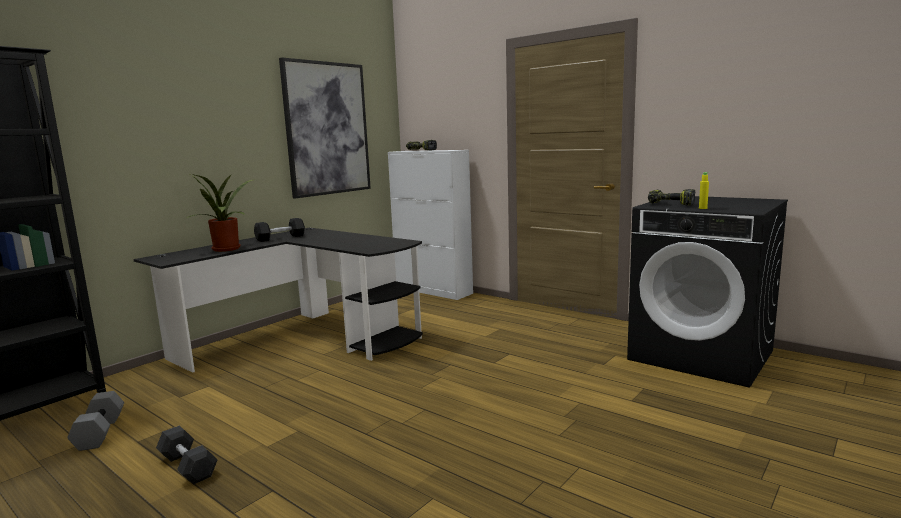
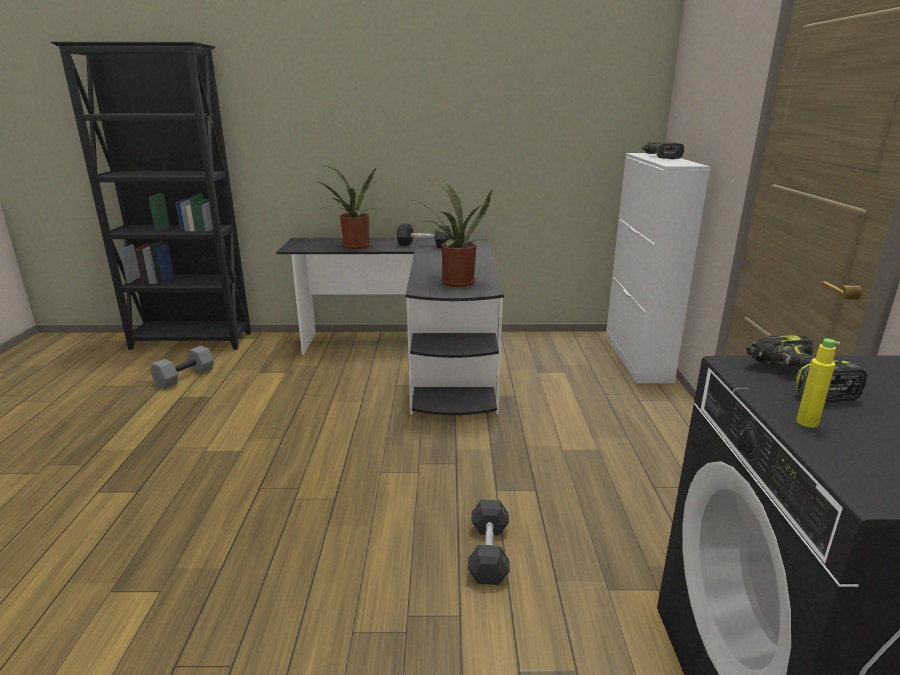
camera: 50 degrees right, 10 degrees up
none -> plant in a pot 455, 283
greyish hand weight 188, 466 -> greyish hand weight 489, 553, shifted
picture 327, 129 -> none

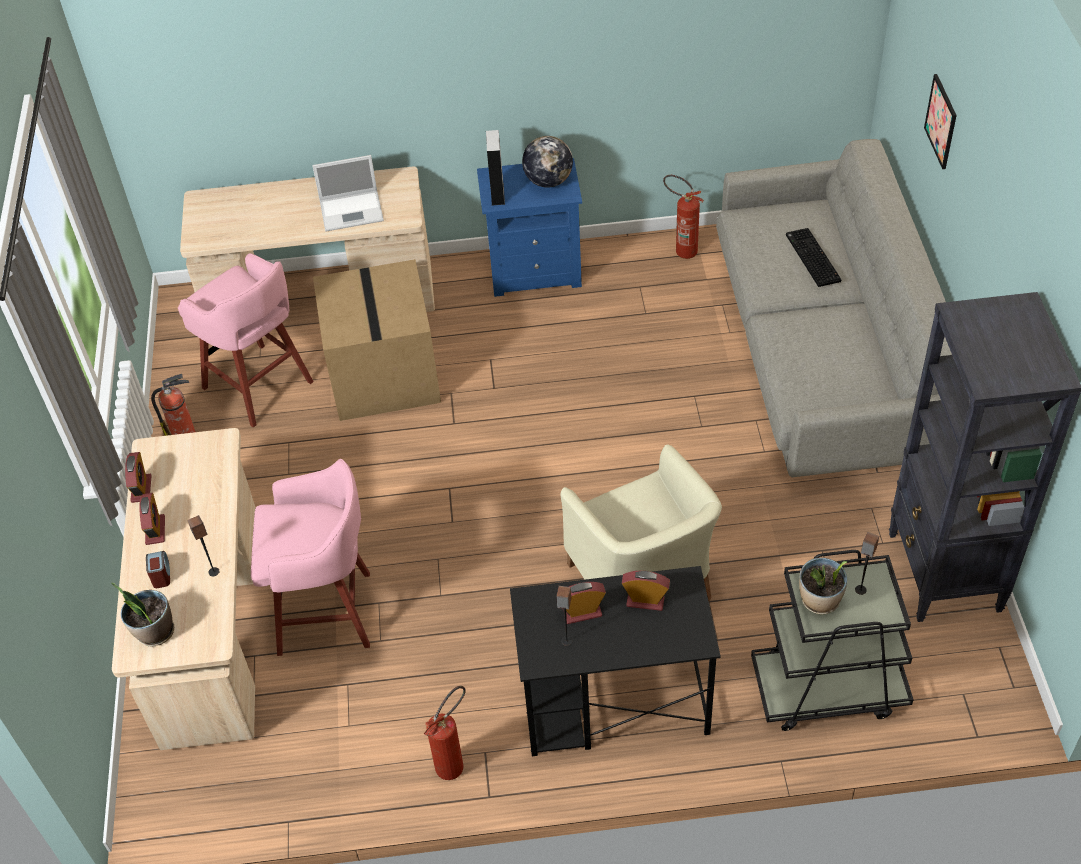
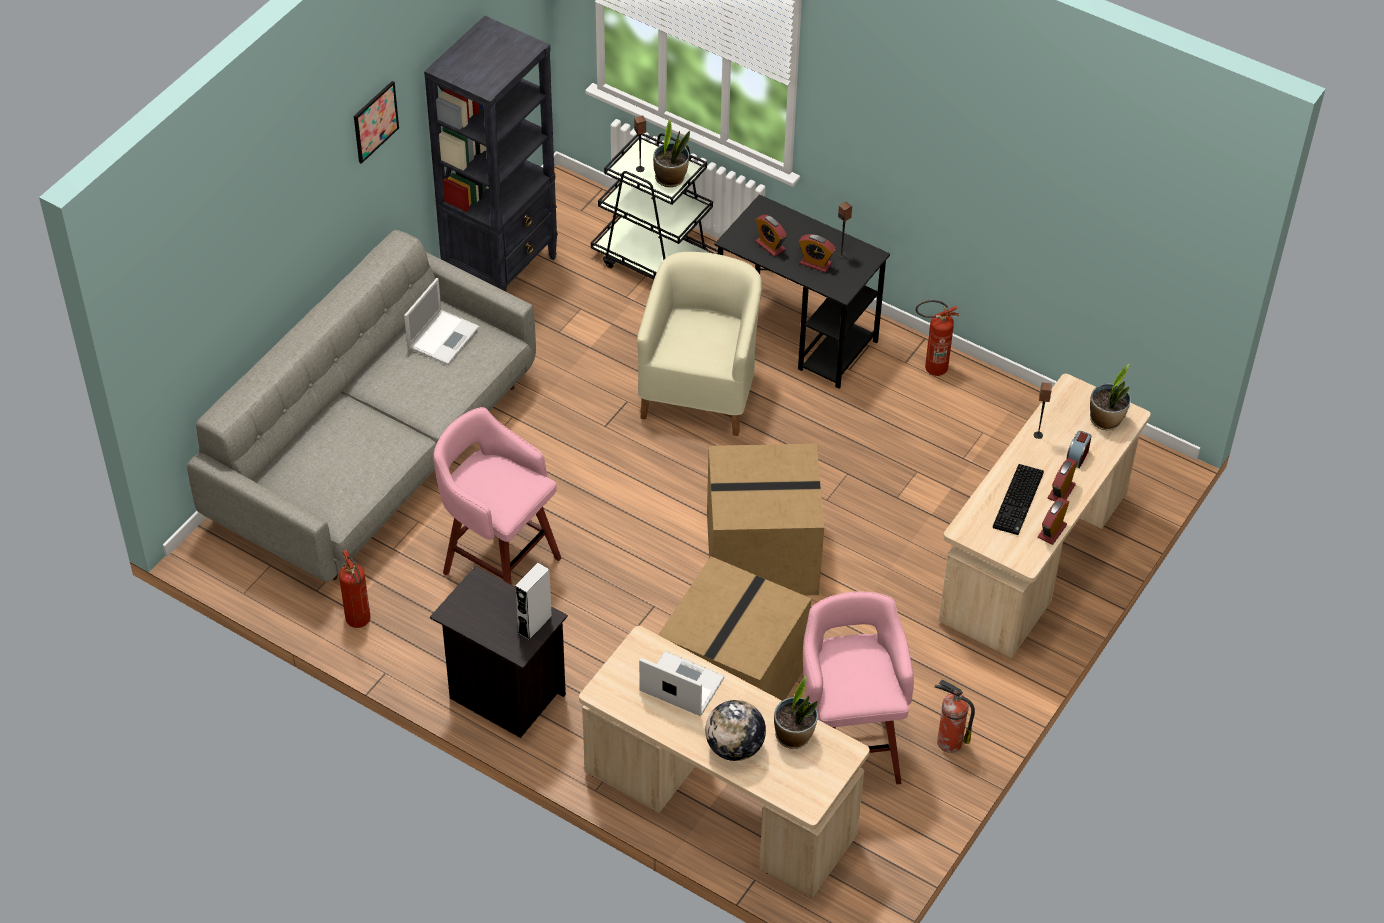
camera: 145 degrees left, 0 degrees up
picture 941, 121 -> picture 375, 121, shifted
none -> notebook computer 444, 336
bluish nightstand 535, 271 -> black-coloured nightstand 503, 695
pinkish stool seat 329, 613 -> pinkish stool seat 499, 563, shifted
globe 548, 181 -> globe 734, 747, shifted
none -> packing box 760, 555
none -> plant in a pot 794, 736
computer keyboard 811, 258 -> computer keyboard 1019, 501, shifted

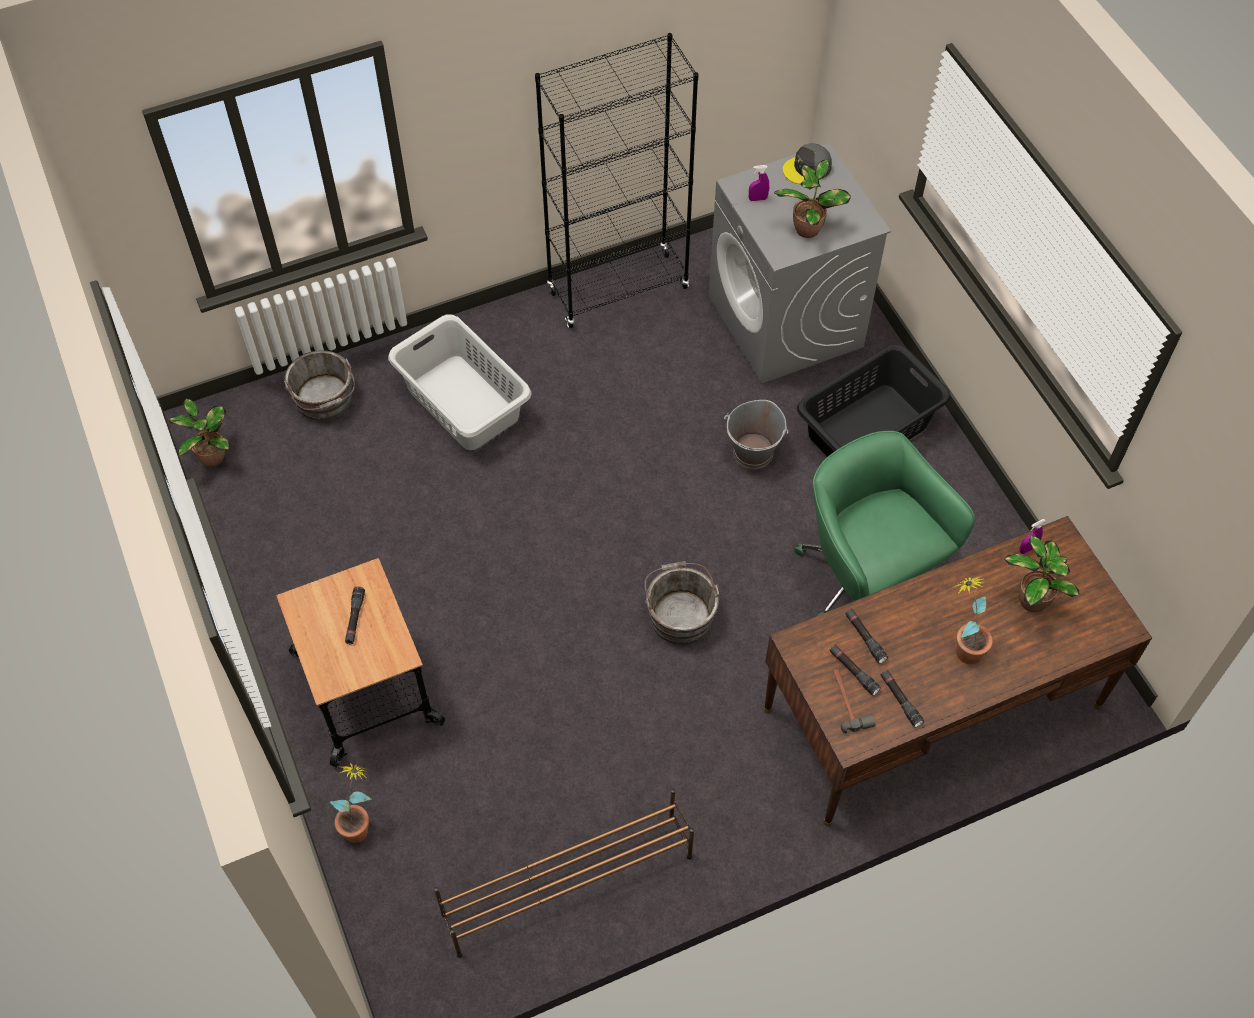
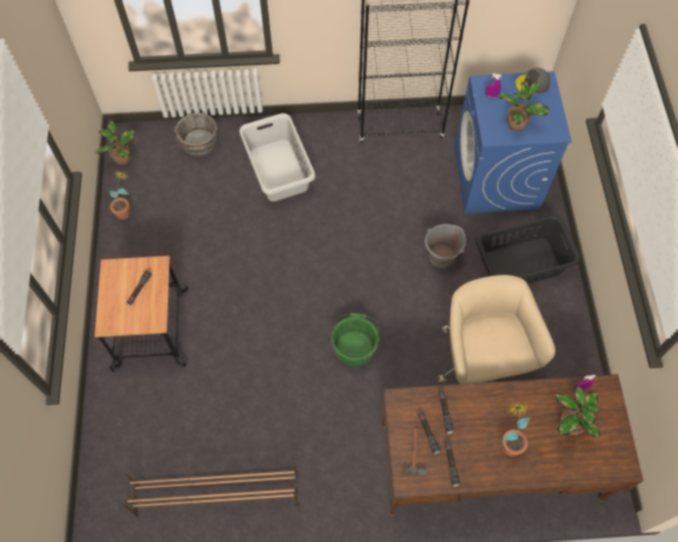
camera: 20 degrees right, 5 degrees up
plant in a pot 360, 824 -> plant in a pot 126, 211, shifted
greyish bucket 680, 614 -> green bucket 354, 345
green computer chair 866, 580 -> beige-coloured computer chair 480, 362
greyish washing machine 786, 322 -> bluish washing machine 496, 178

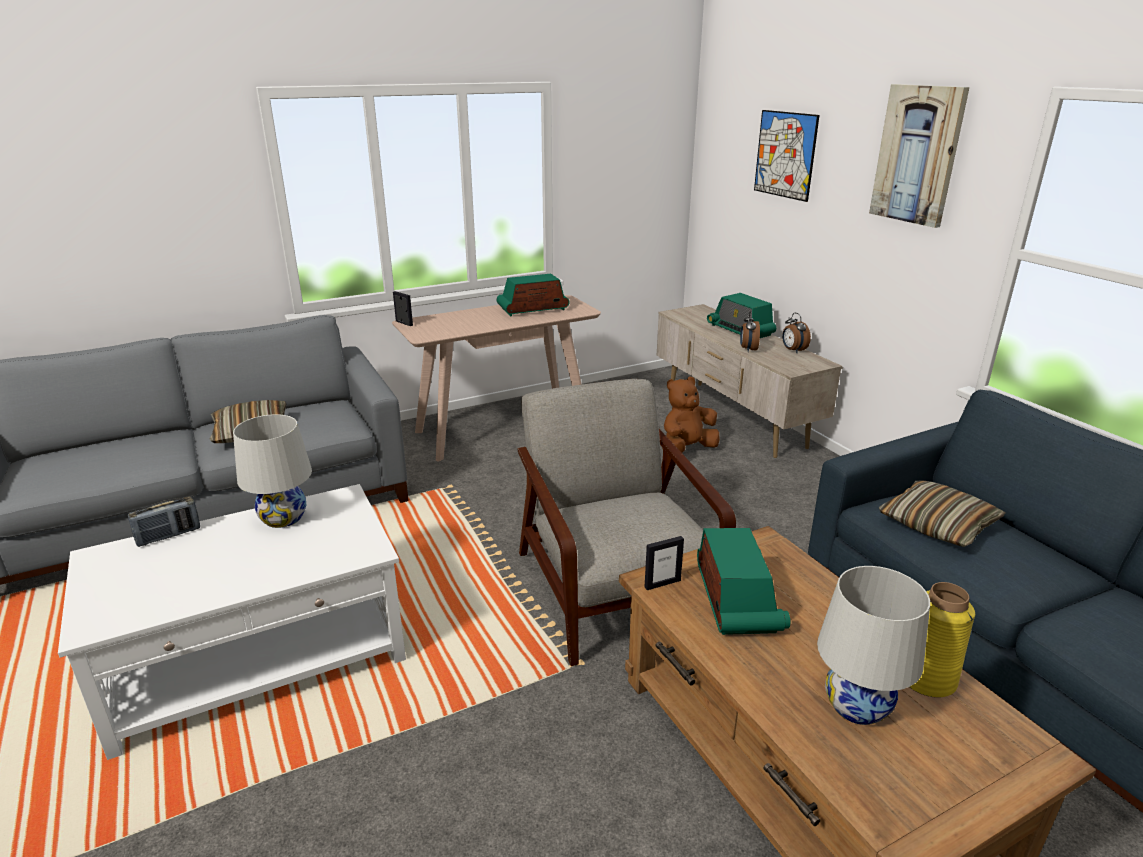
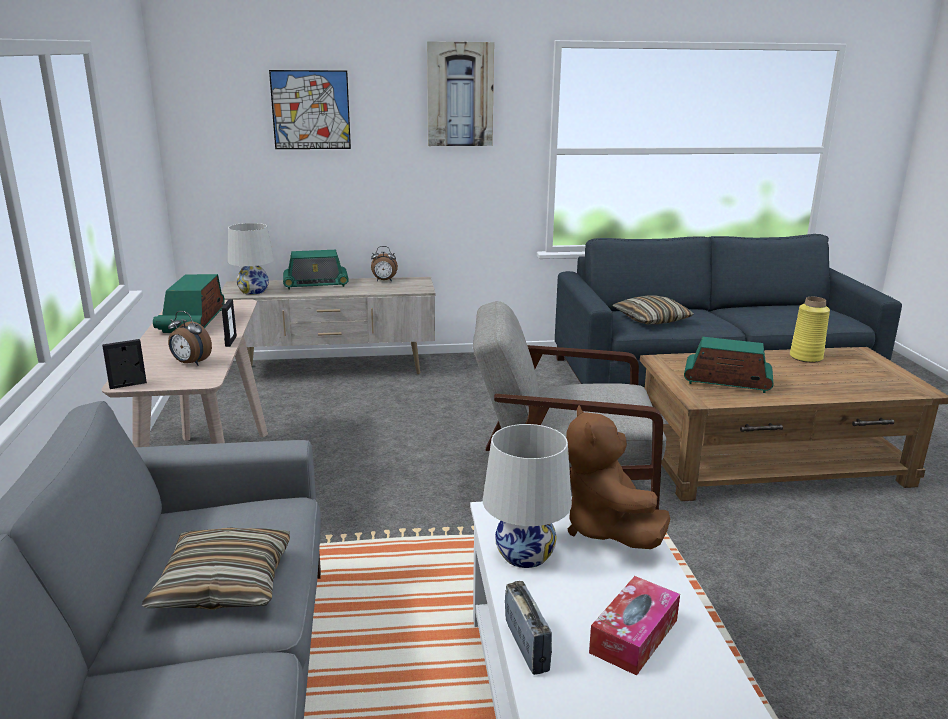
camera: 70 degrees left, 5 degrees down
bedside clock 748, 349 -> bedside clock 190, 363, shifted
standing frame 662, 583 -> standing frame 231, 341, shifted
white-coloured tabletop lamp 856, 705 -> white-coloured tabletop lamp 253, 291, shifted
brownish plush toy 686, 449 -> brownish plush toy 606, 529, shifted
none -> box of tissues 634, 636

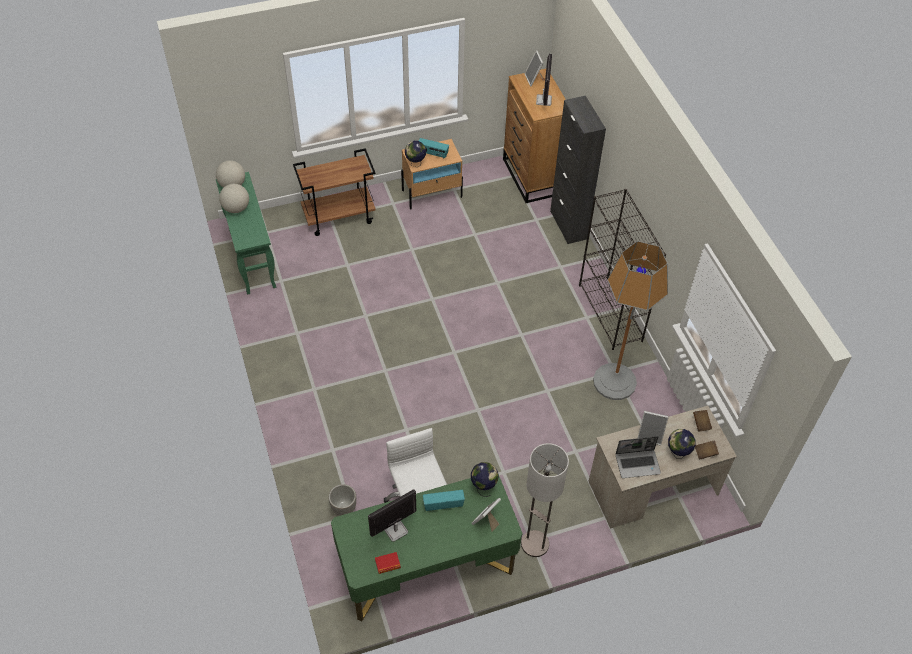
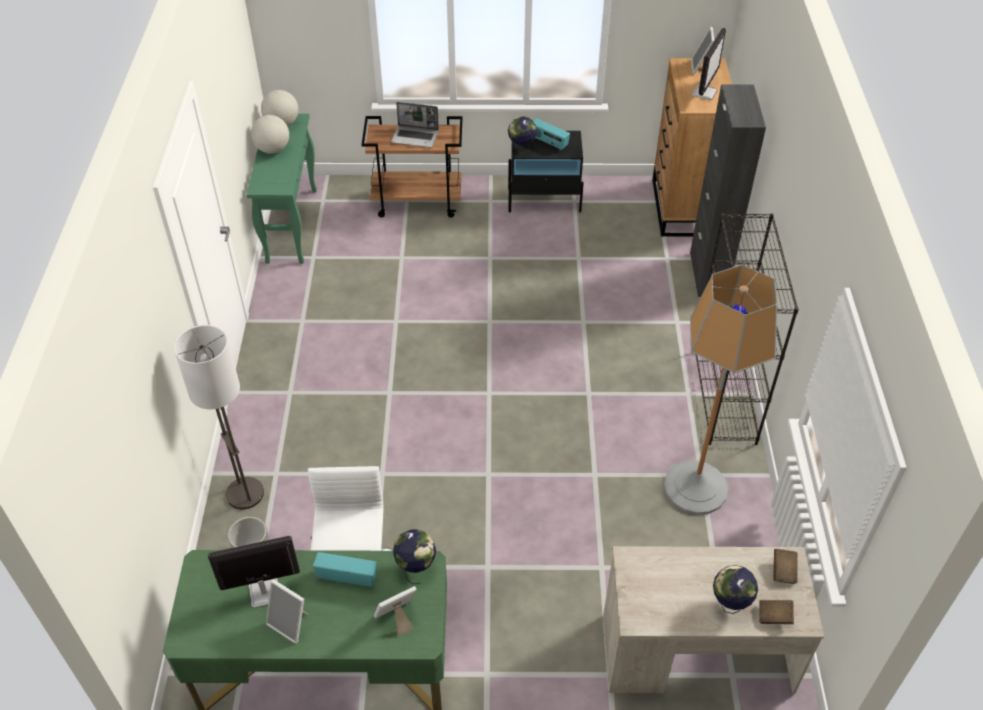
camera: 20 degrees right, 5 degrees down
standard lamp 534, 544 -> standard lamp 244, 494, shifted
standing frame 650, 435 -> standing frame 290, 623, shifted
notebook computer 638, 464 -> notebook computer 415, 137, shifted
beige-coloured nightstand 432, 193 -> black-coloured nightstand 544, 200
volume 387, 564 -> none

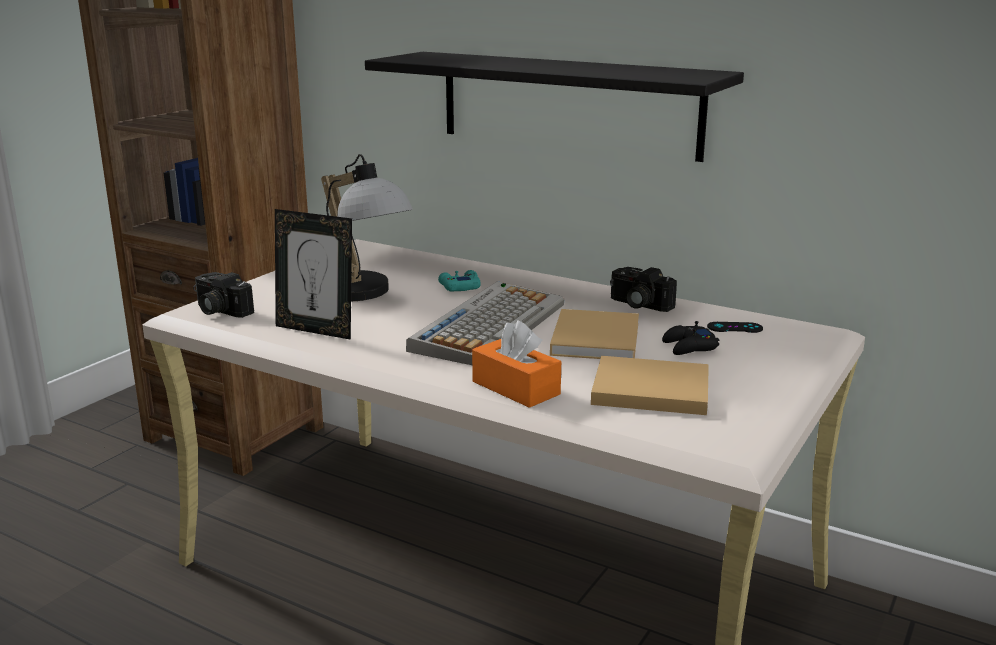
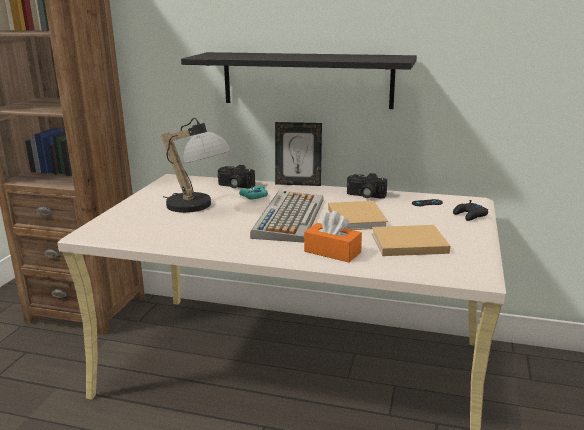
camera: 15 degrees left, 0 degrees up
still camera 219, 310 -> still camera 234, 186, shifted
standing frame 316, 330 -> standing frame 298, 184, shifted
black-coloured joypad 689, 347 -> black-coloured joypad 470, 215, shifted

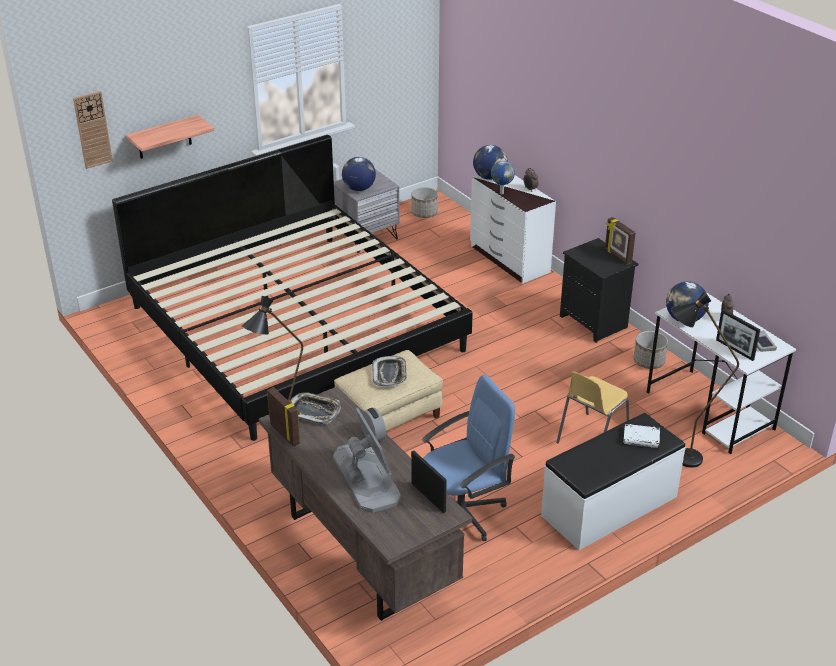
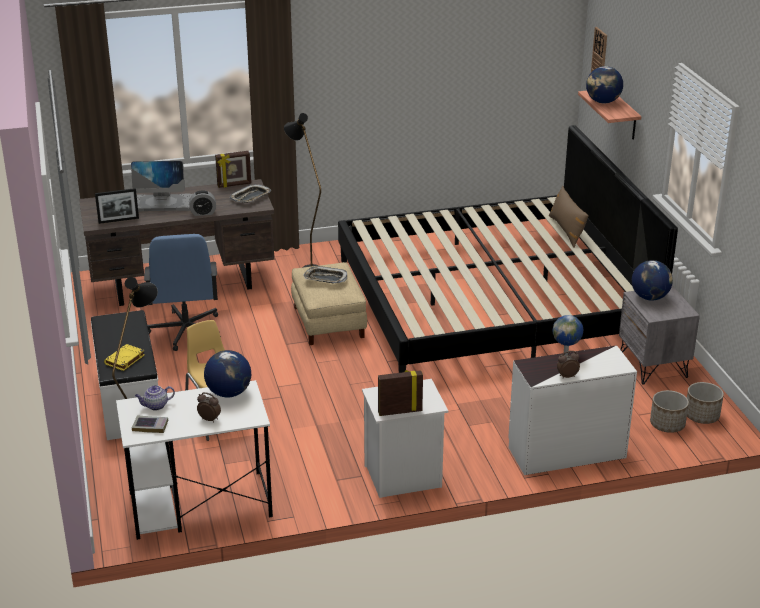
camera: 110 degrees right, 5 degrees down
white-coloured volume 641, 438 -> yellowish volume 124, 360
standing frame 734, 349 -> tea pot 155, 406
black-coloured nightstand 595, 322 -> white-coloured nightstand 402, 477
none -> brownish cushion 567, 230
globe 490, 177 -> globe 603, 102, shifted
plant pot 649, 361 -> plant pot 667, 424, shifted

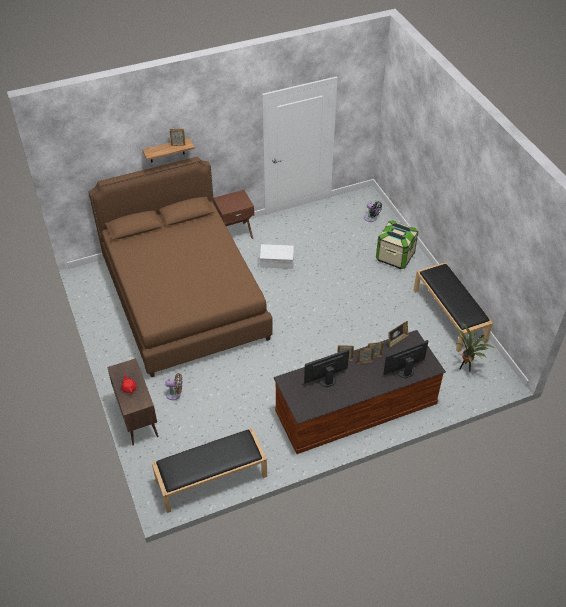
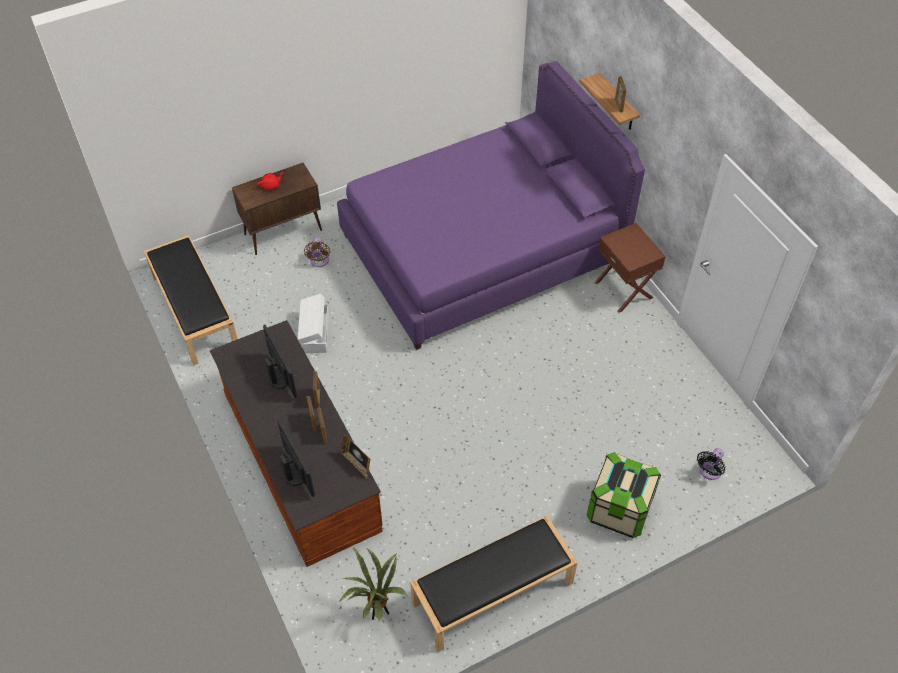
camera: 85 degrees right, 5 degrees up
white-coloured storage bin 277, 263 -> white-coloured storage bin 315, 333, shifted
brownish bed 184, 298 -> purplish bed 481, 249

